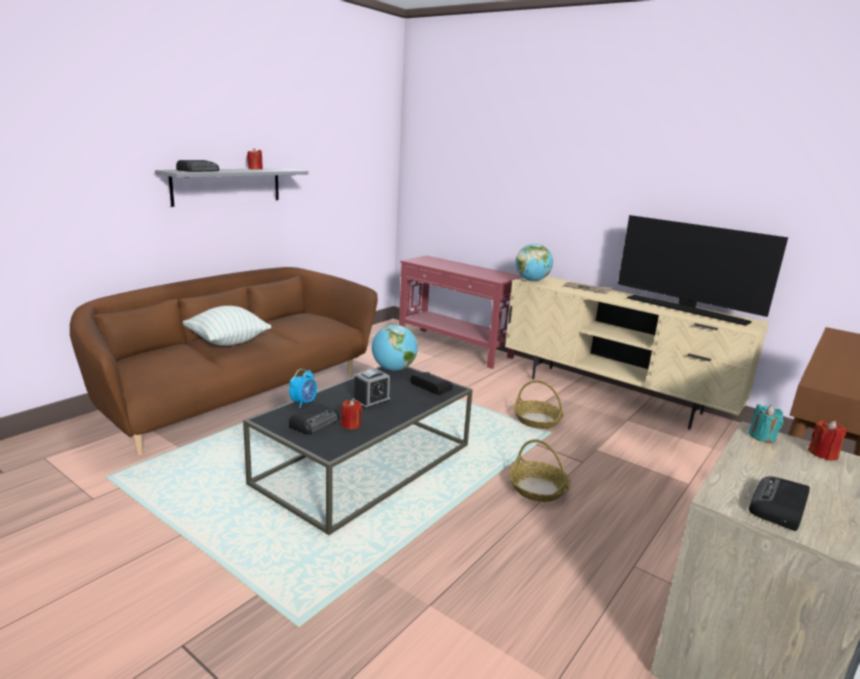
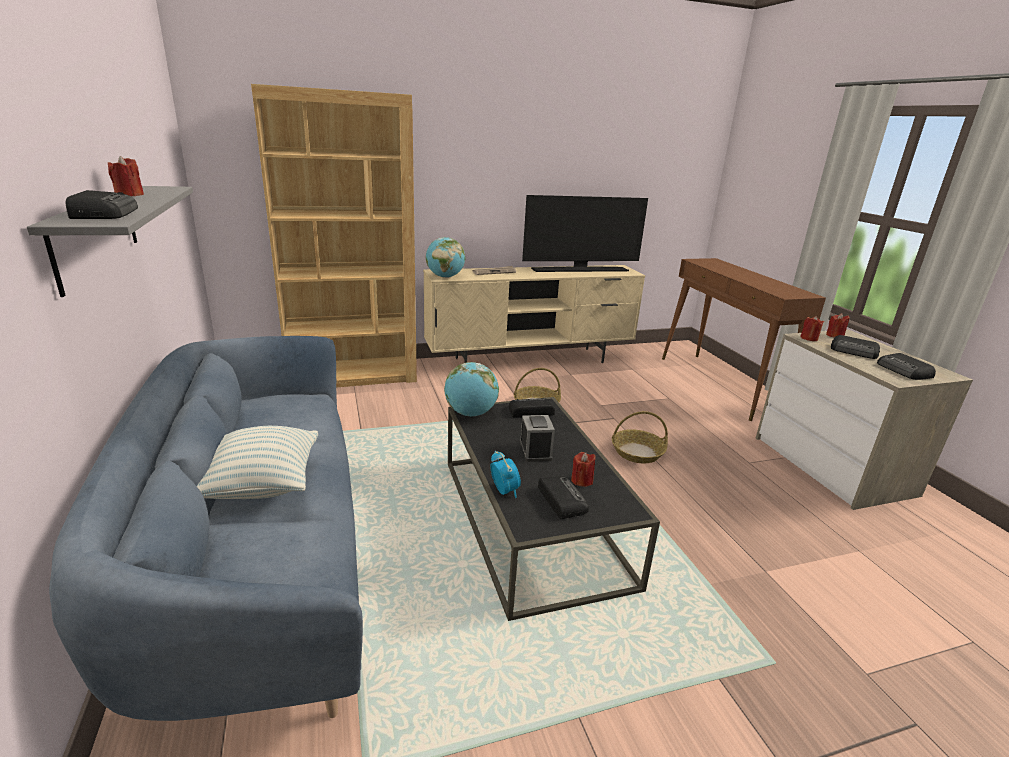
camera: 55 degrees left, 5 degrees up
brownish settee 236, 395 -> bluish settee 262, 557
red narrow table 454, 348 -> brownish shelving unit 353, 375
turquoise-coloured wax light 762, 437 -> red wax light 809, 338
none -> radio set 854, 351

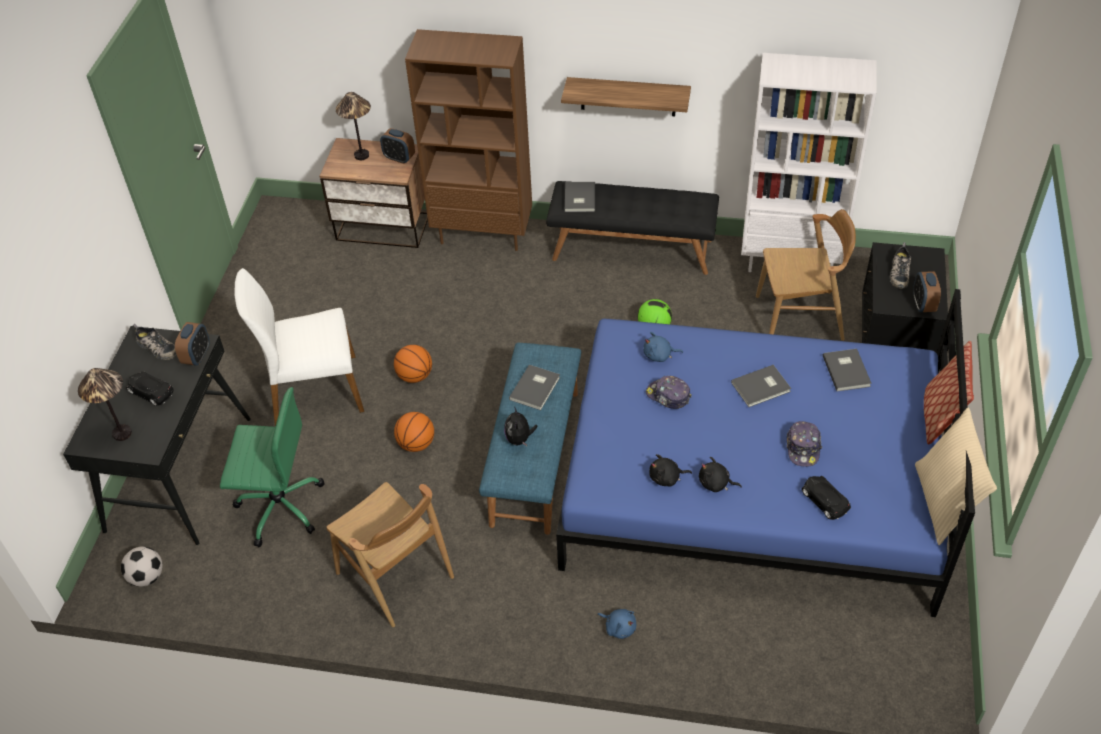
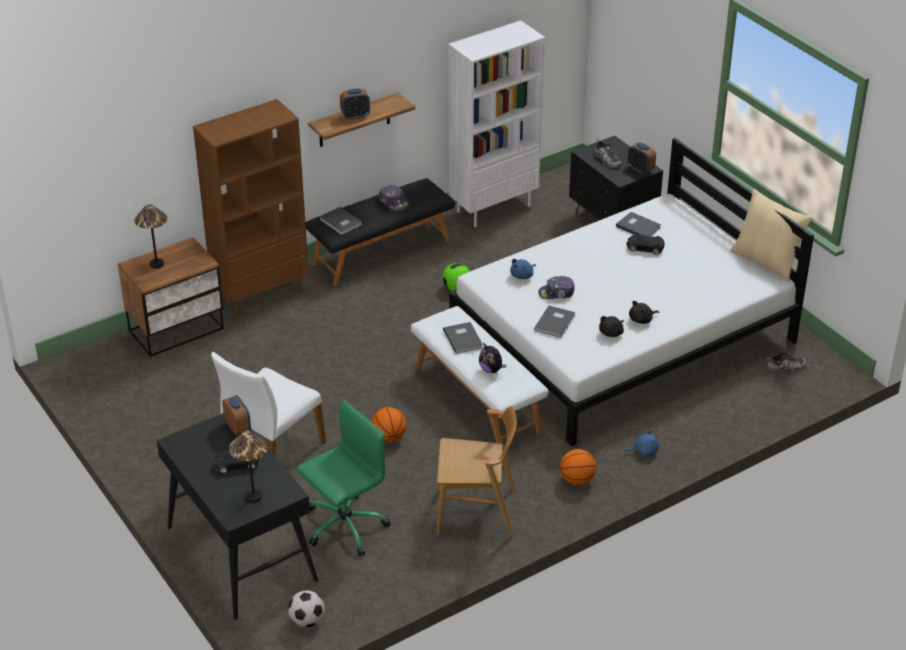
camera: 45 degrees left, 10 degrees down
bedside clock 399, 158 -> bedside clock 355, 116, shifted
peaked cap 803, 448 -> peaked cap 393, 202, shifted
bluish long seat 536, 457 -> white-coloured long seat 478, 399
bluish bed 752, 482 -> white-coloured bed 623, 336
greyish volume 762, 388 -> greyish volume 556, 322, shifted
basketball 415, 376 -> basketball 577, 480, shifted
black-coloured toy car 824, 500 -> black-coloured toy car 644, 248, shifted
low shoe 156, 348 -> low shoe 785, 368, shifted
brownish plain chair 799, 318 -> none
cushion 940, 416 -> none

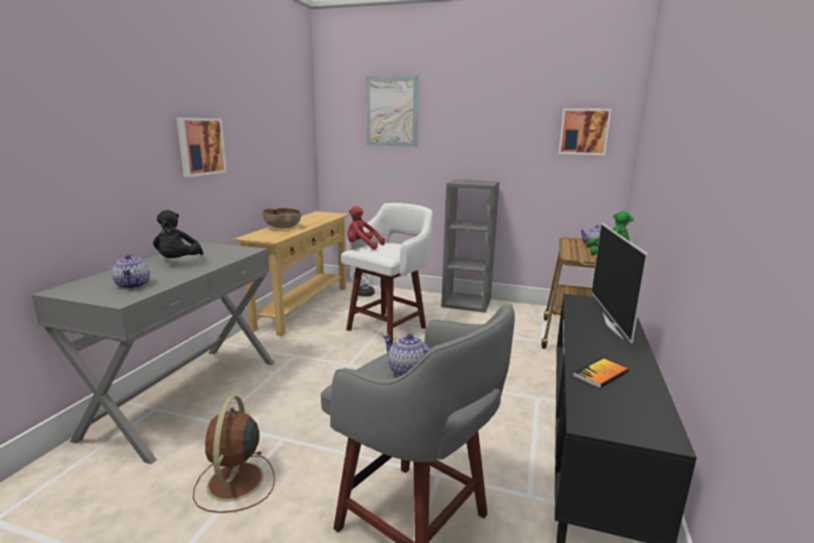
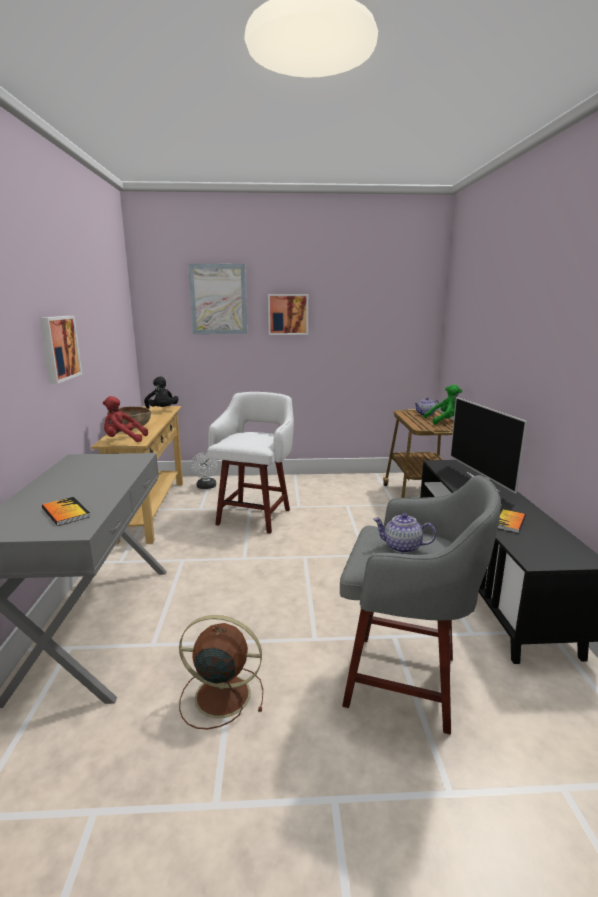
camera: 20 degrees left, 0 degrees up
tea pot 133, 285 -> volume 65, 512
red plush toy 362, 246 -> red plush toy 123, 440, shifted
black-coloured plush toy 178, 262 -> black-coloured plush toy 162, 410, shifted
brownish cooling fan 235, 483 -> brownish cooling fan 220, 695, 120 degrees clockwise
picture 584, 131 -> picture 288, 314, shifted
greyish shelving unit 467, 303 -> none

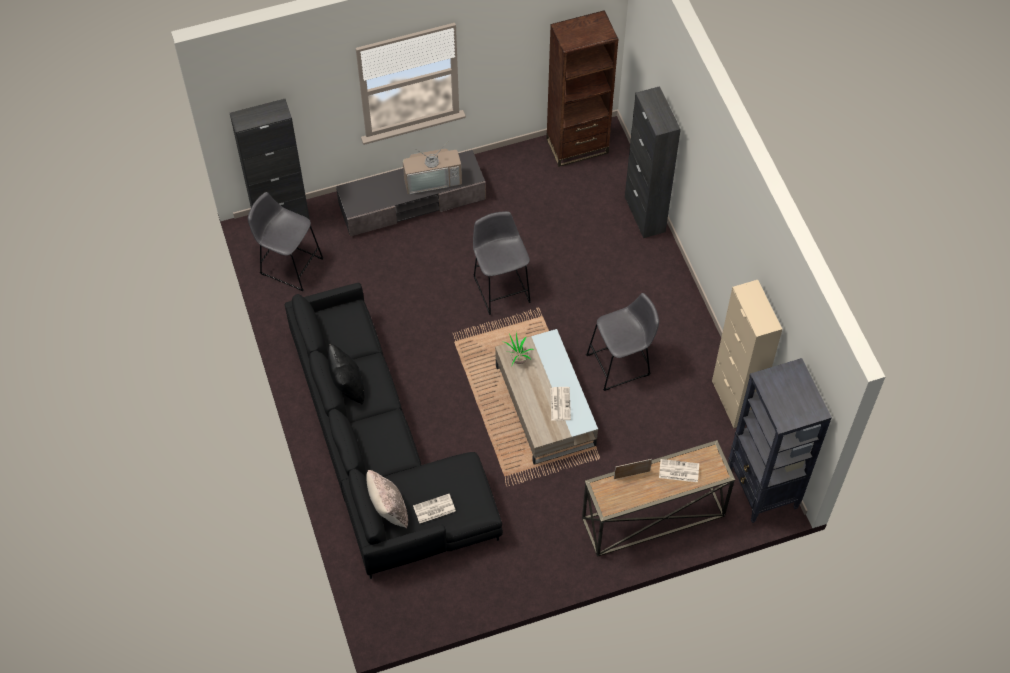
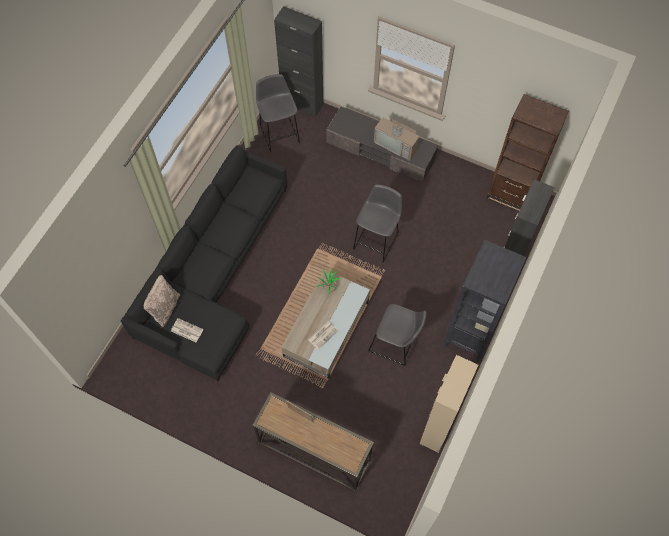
camera: 45 degrees right, 5 degrees up
black-coloured shelving unit 762, 489 -> black-coloured shelving unit 469, 334, shifted
black-coloured cushion 347, 385 -> none
newspaper 678, 471 -> none

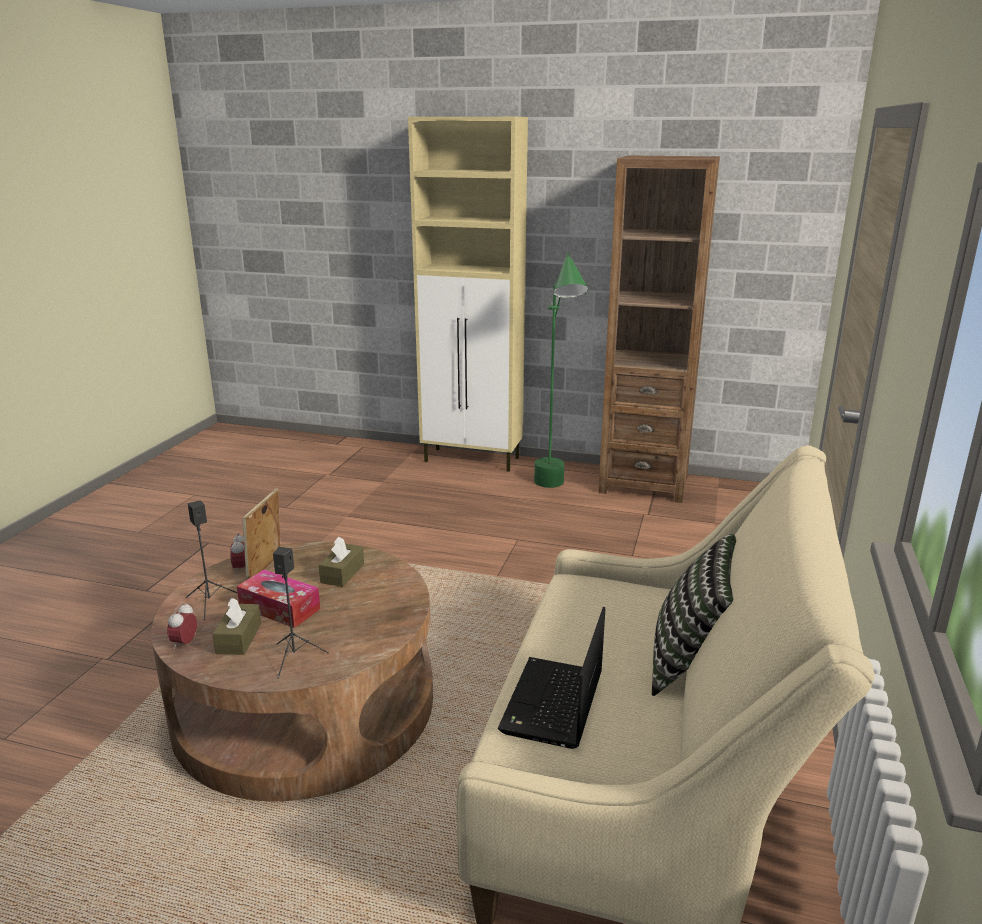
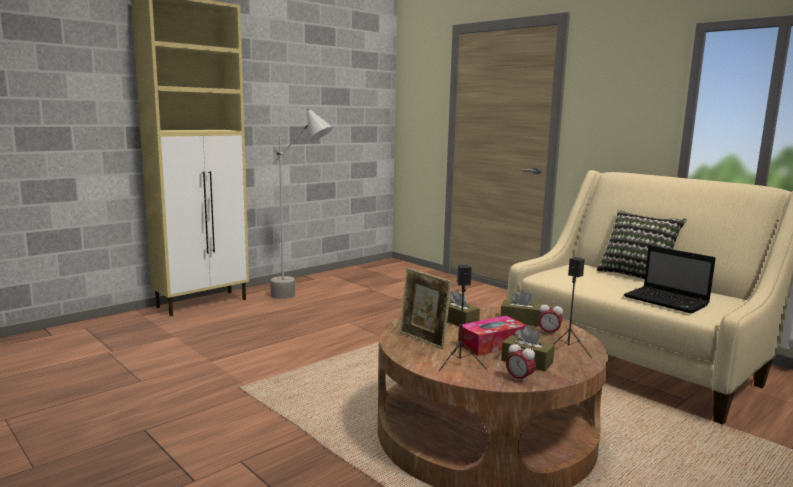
camera: 60 degrees left, 10 degrees down
green standard lamp 555, 492 -> greyish standard lamp 301, 297
none -> brownish box of tissues 520, 320
bedside clock 241, 569 -> bedside clock 549, 333, shifted
brownish shelving unit 643, 484 -> none

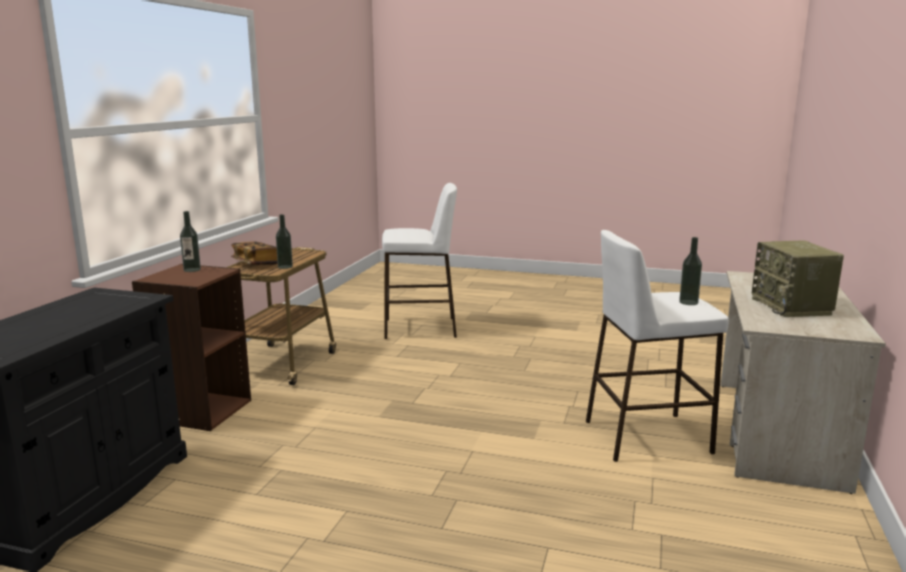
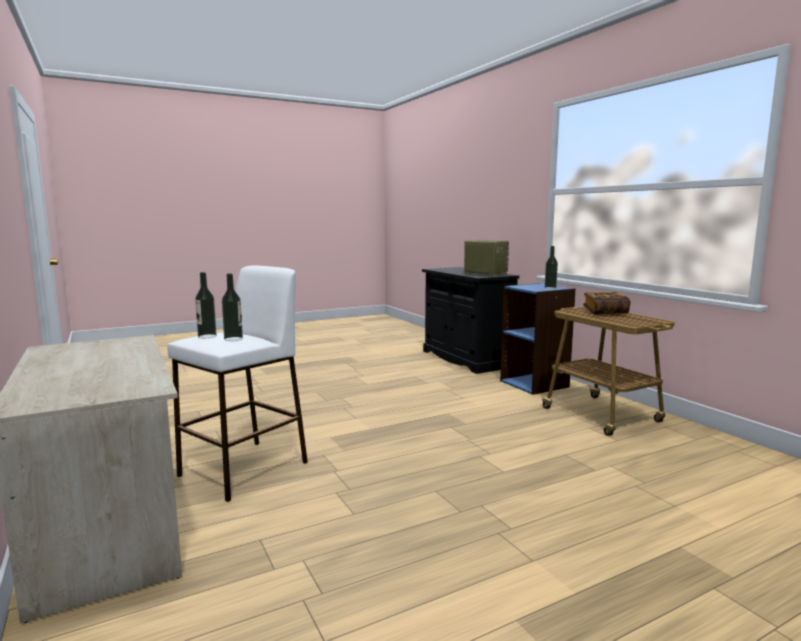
camera: 135 degrees right, 5 degrees down
beverage bottle 285, 267 -> beverage bottle 233, 339, shifted
radio set 792, 307 -> radio set 484, 274, shifted
brownish shelving unit 201, 410 -> bluish shelving unit 534, 384
white-coloured stool seat 421, 328 -> none

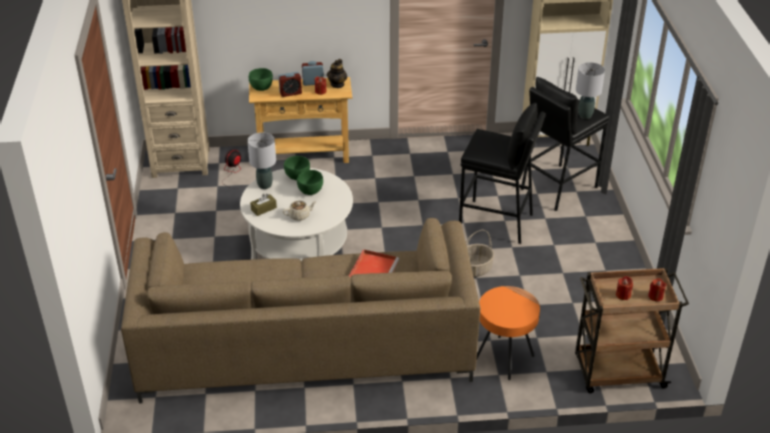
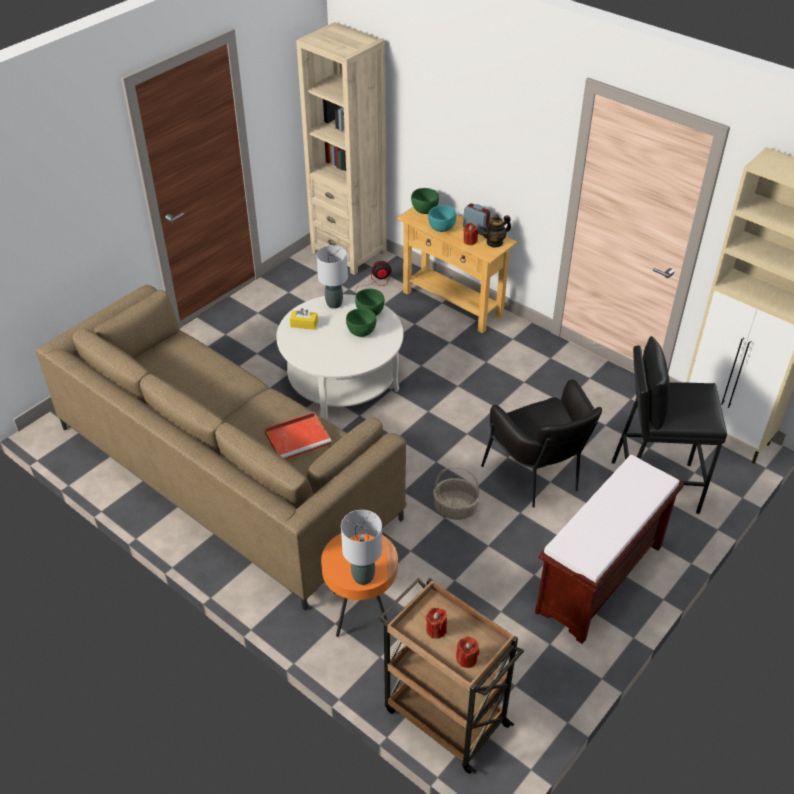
camera: 45 degrees right, 5 degrees up
brownish box of tissues 263, 209 -> yellowish box of tissues 304, 324
greyish tabletop lamp 585, 115 -> greyish tabletop lamp 363, 577, shifted
bedside clock 290, 93 -> turquoise-coloured bowl 442, 228
black-coloured stool seat 496, 222 -> black-coloured easy chair 539, 478
none -> brownish long seat 599, 580
beige-coloured tea pot 299, 216 -> none

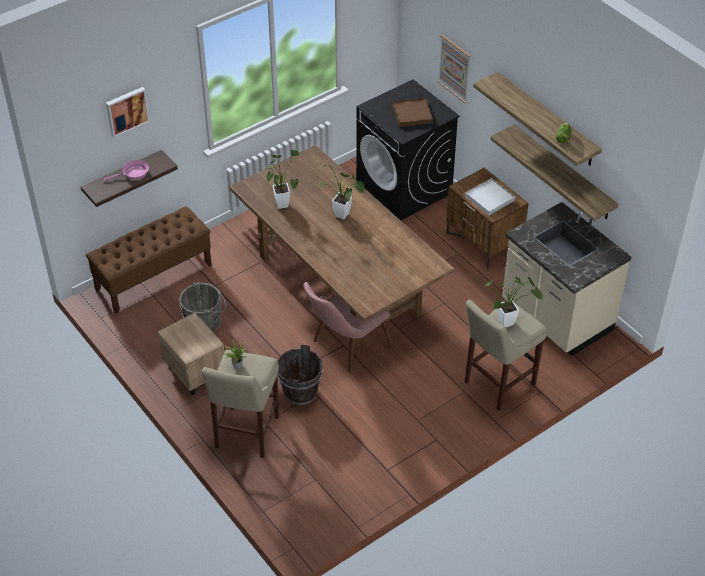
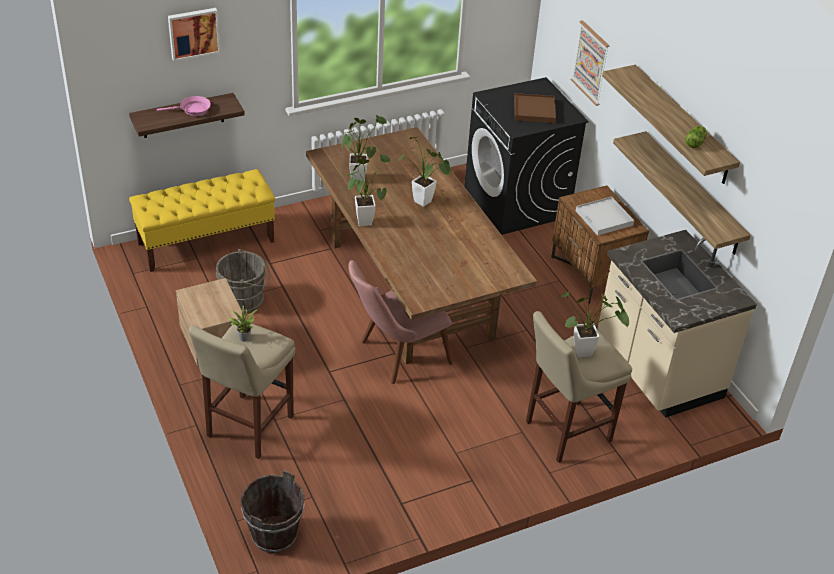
camera: 10 degrees right, 5 degrees down
brownish long seat 154, 277 -> yellowish long seat 206, 242
brownish bucket 300, 392 -> brownish bucket 274, 535, shifted
none -> plant in a pot 364, 219

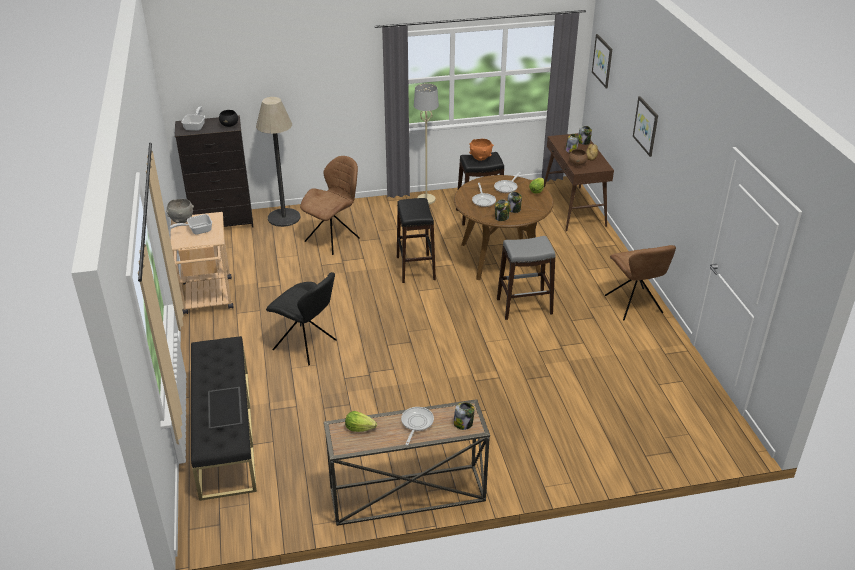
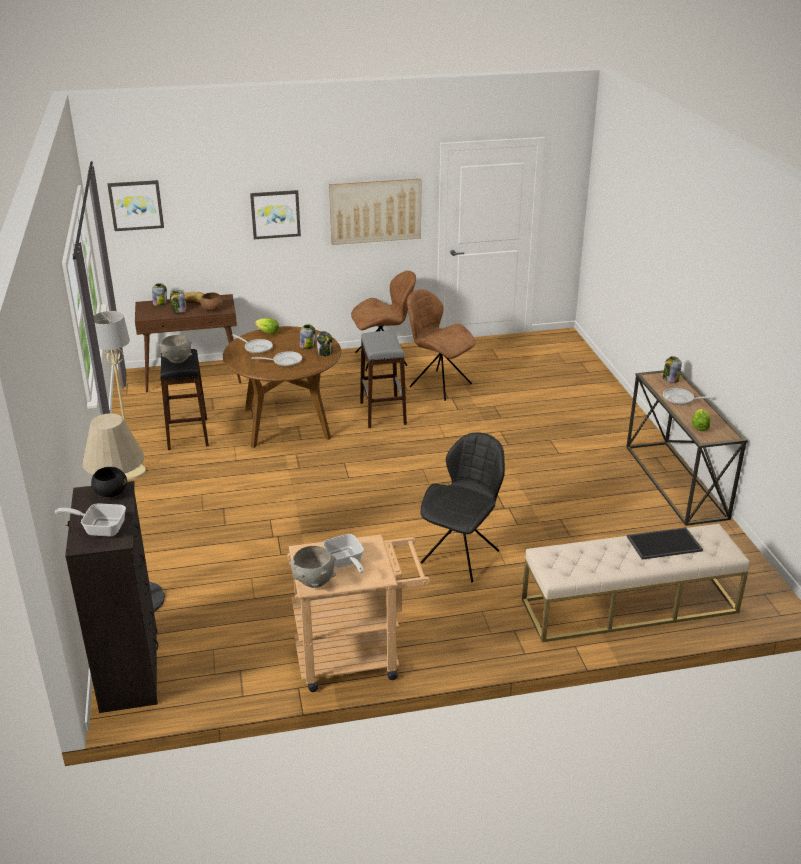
camera: 90 degrees left, 5 degrees down
orange-coloured bowl 480, 158 -> greyish bowl 177, 360
none -> picture 375, 211
brownish plain chair 334, 239 -> brownish plain chair 438, 384, shifted
black-coloured long seat 225, 432 -> beige-coloured long seat 629, 606
black-coloured stool seat 415, 268 -> none

